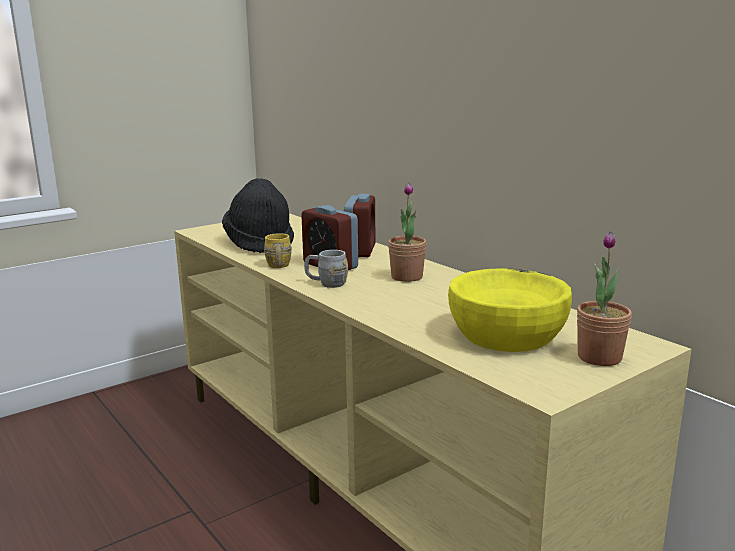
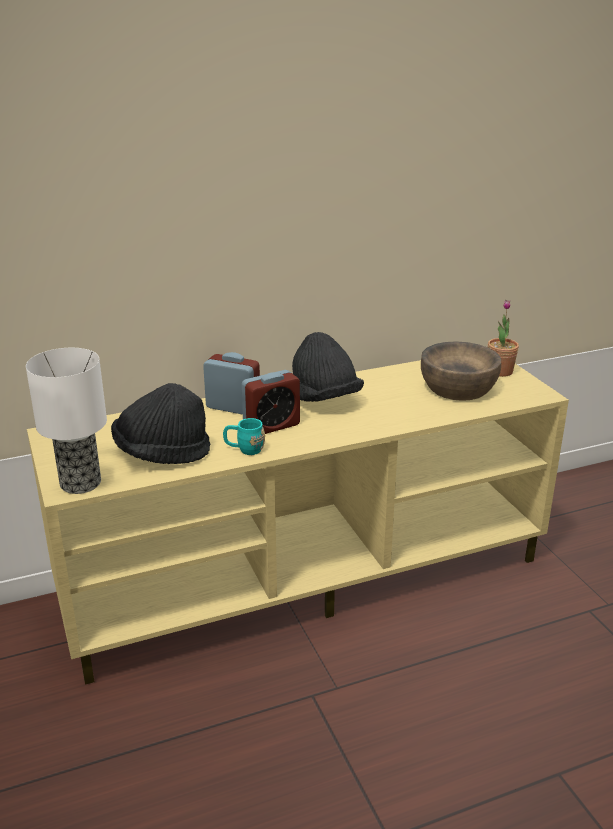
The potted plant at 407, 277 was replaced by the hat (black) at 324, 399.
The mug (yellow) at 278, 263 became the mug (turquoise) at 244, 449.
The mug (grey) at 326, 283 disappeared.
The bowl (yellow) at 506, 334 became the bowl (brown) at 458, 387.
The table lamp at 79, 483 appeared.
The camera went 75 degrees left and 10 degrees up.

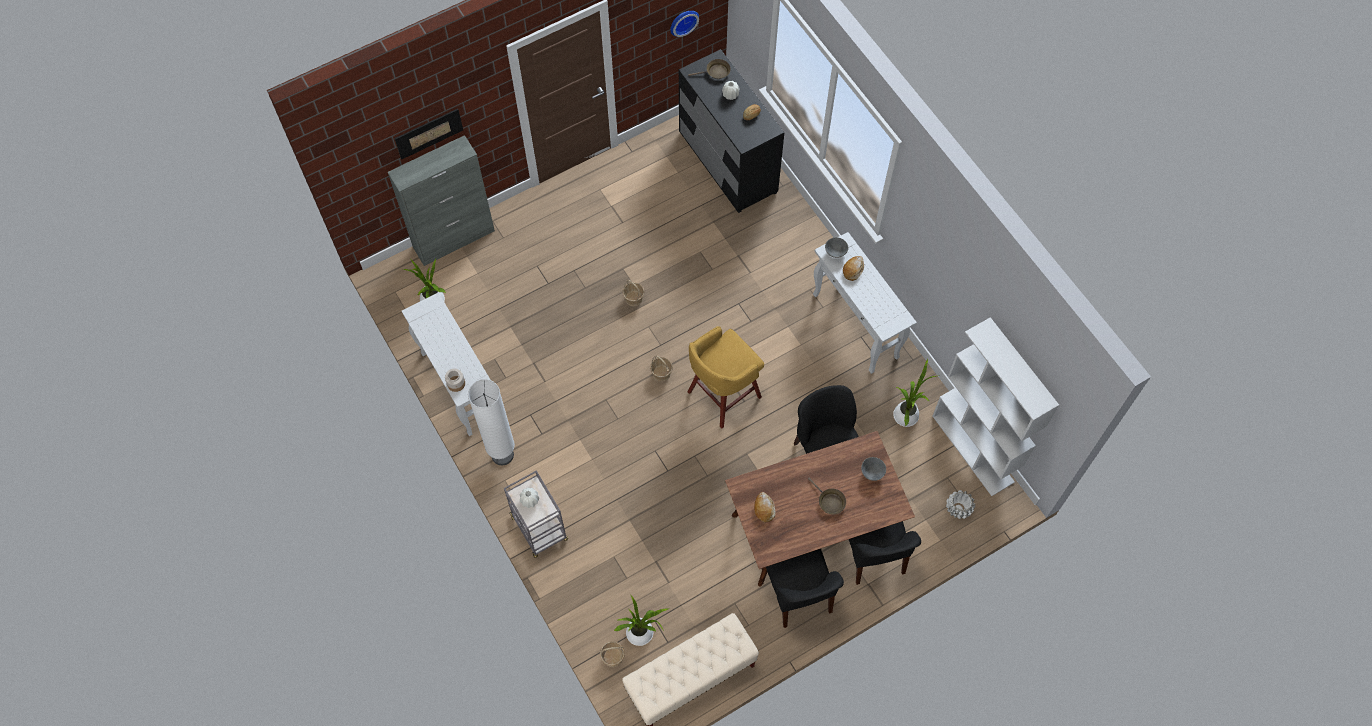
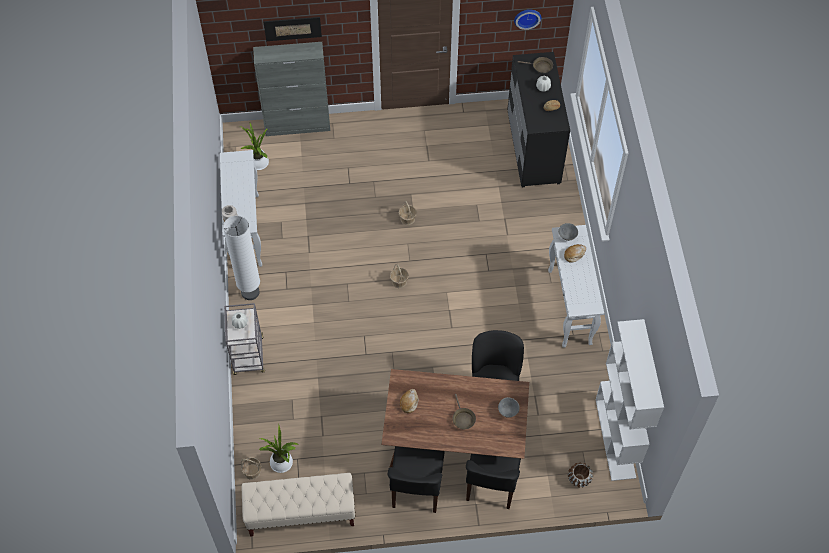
The stool (yellow) at 722, 396 disappeared.
The potted plant at 907, 414 disappeared.
The planter (white) at 958, 508 became the planter (brown) at 579, 478.
The camera went 25 degrees right and 5 degrees down.

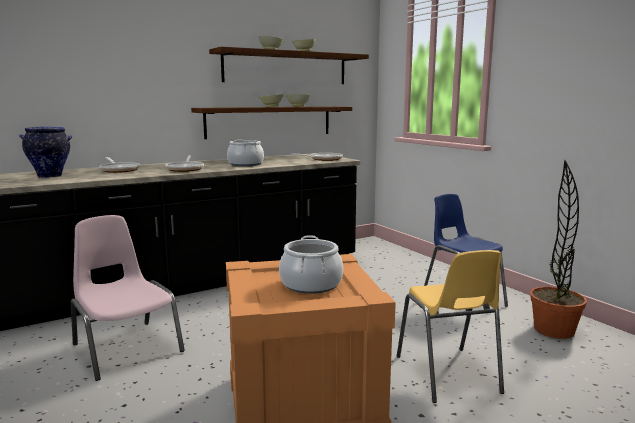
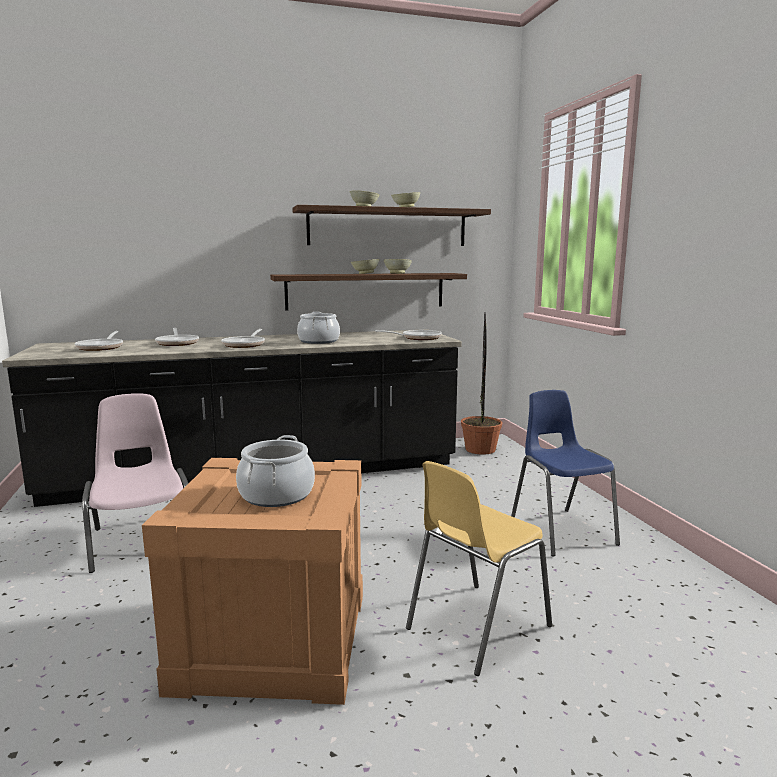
The vase at 50, 176 was replaced by the frying pan at 101, 347.
The potted plant moved from 554, 330 to 480, 449.
The chair (yellow) at 447, 375 turned 45 degrees clockwise.
The camera went 15 degrees right and 0 degrees up.

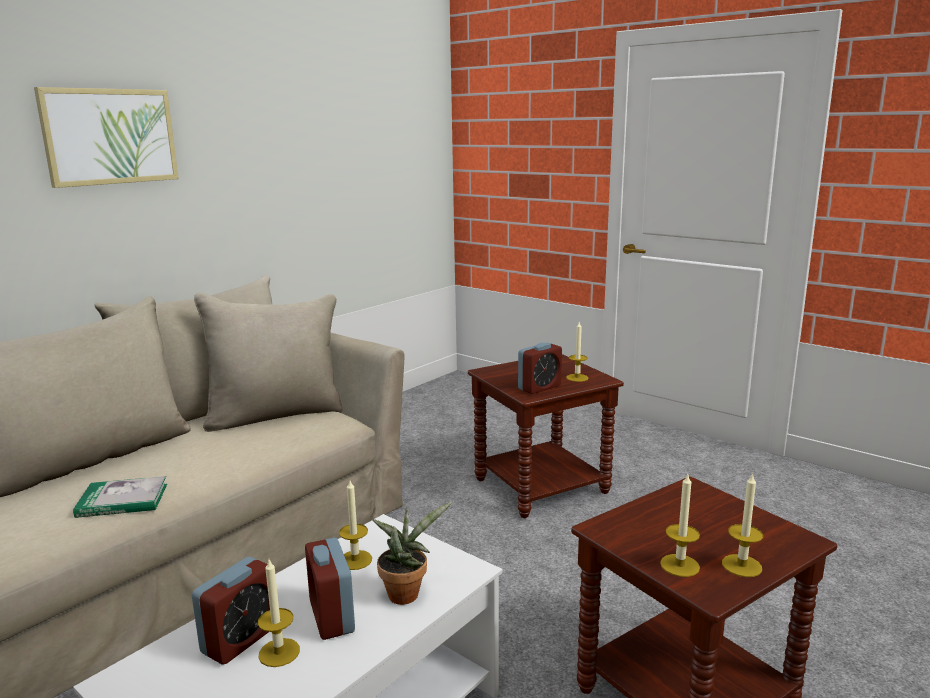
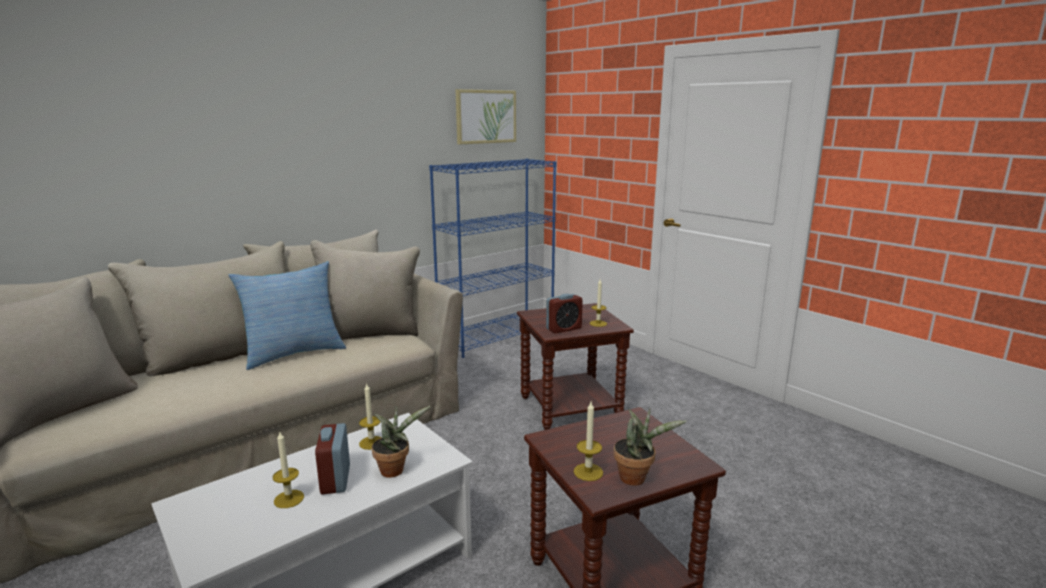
The picture moved from 110, 136 to 485, 116.
The candle at 741, 565 was replaced by the potted plant at 636, 478.
The book at 122, 500 disappeared.
The alarm clock at 240, 639 disappeared.
The bookcase (blue) at 497, 336 appeared.
The pillow at 294, 353 appeared.
The camera went 10 degrees right and 0 degrees up.

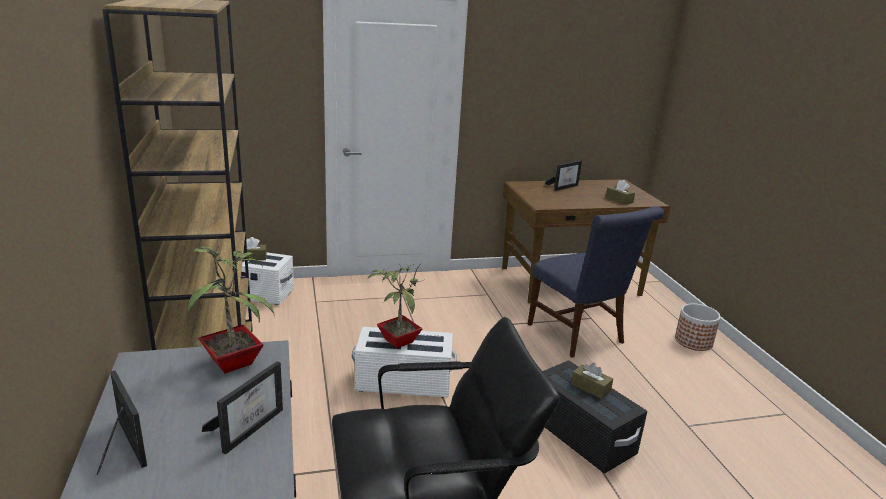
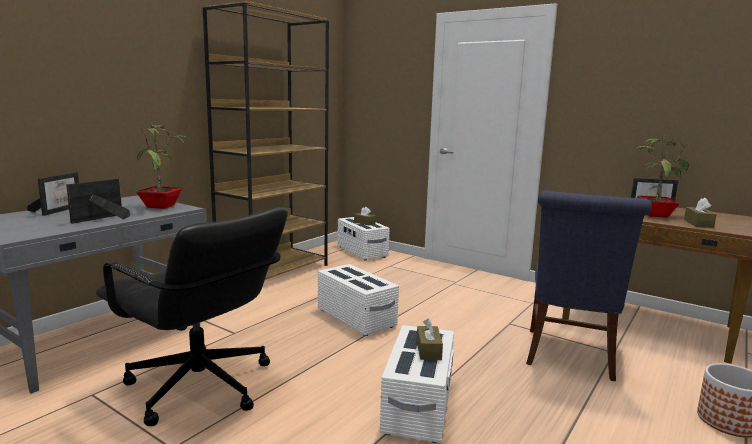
The potted plant moved from 397, 340 to 654, 215.
The storage box (black) at 581, 436 became the storage box (white) at 418, 406.
The picture frame at 249, 426 turned 135 degrees clockwise.
The camera went 50 degrees right and 10 degrees down.

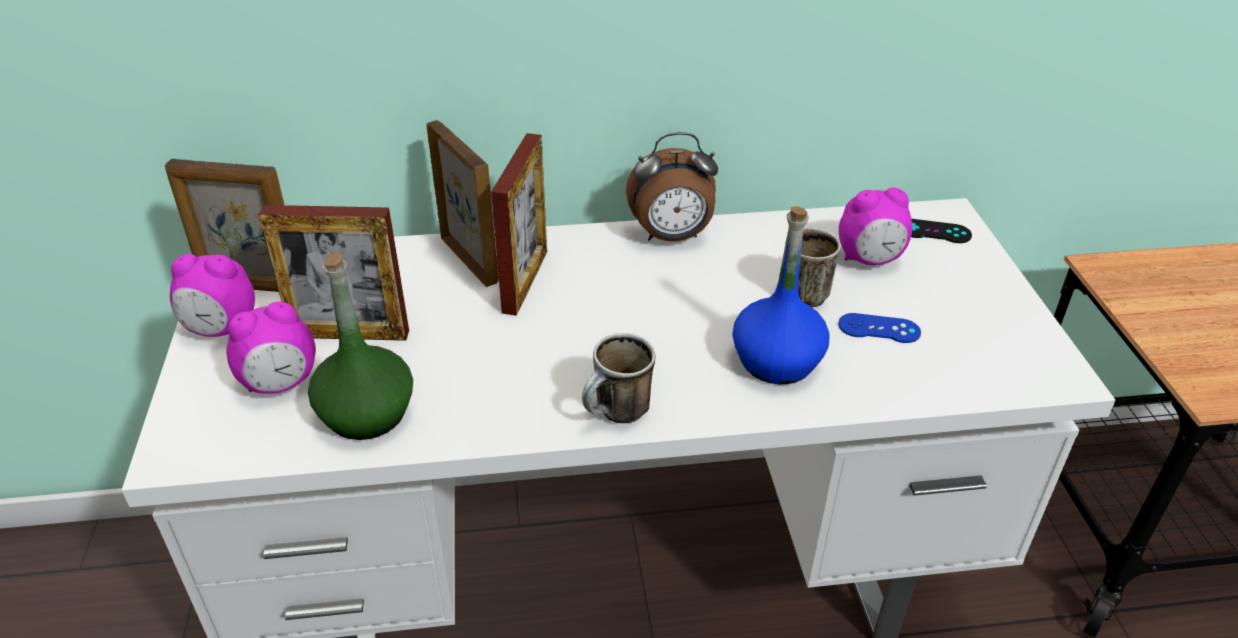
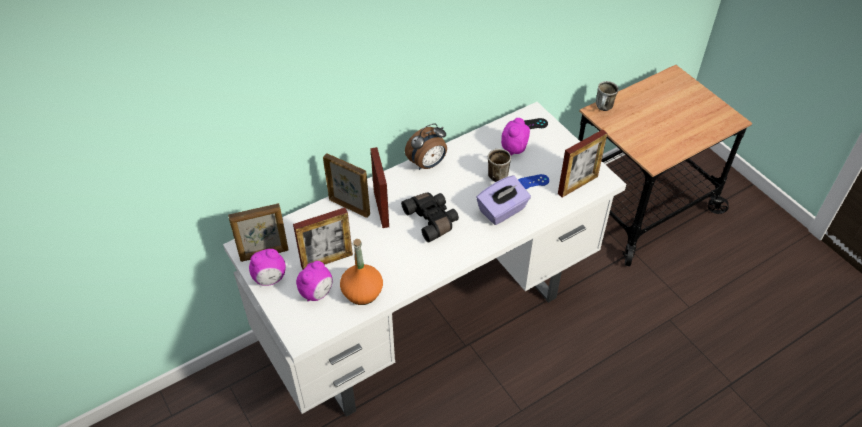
The alarm clock at 869, 259 turned 150 degrees clockwise.
The bottle (blue) at 777, 361 was replaced by the tissue box (purple) at 502, 211.
The bottle (green) at 366, 414 became the bottle (orange) at 362, 292.
The mug moved from 618, 415 to 604, 109.
The picture frame at 577, 185 appeared.
The binoculars (black) at 432, 220 appeared.
The camera went 25 degrees left and 10 degrees up.

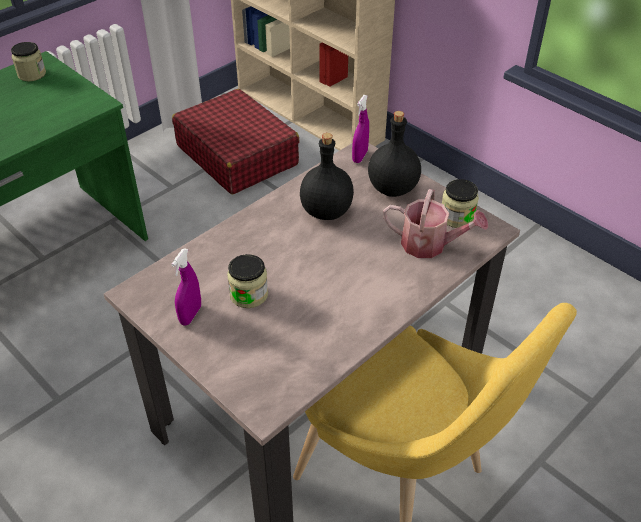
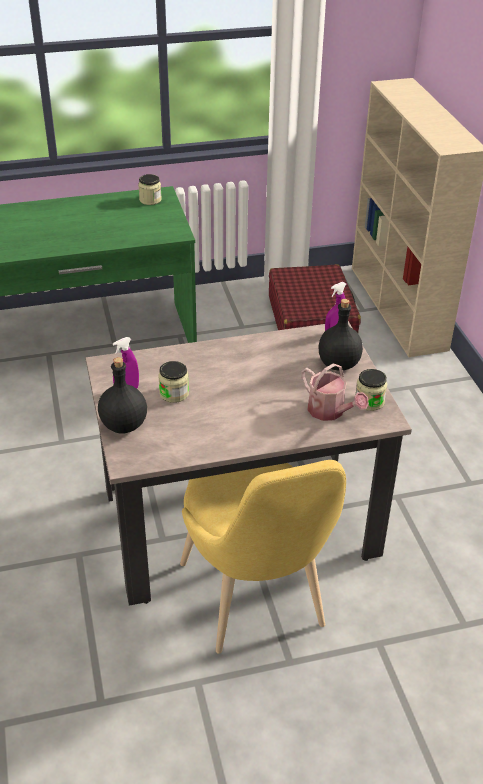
The bottle (black) moved from 327, 211 to 125, 425.
The camera went 30 degrees right and 5 degrees down.

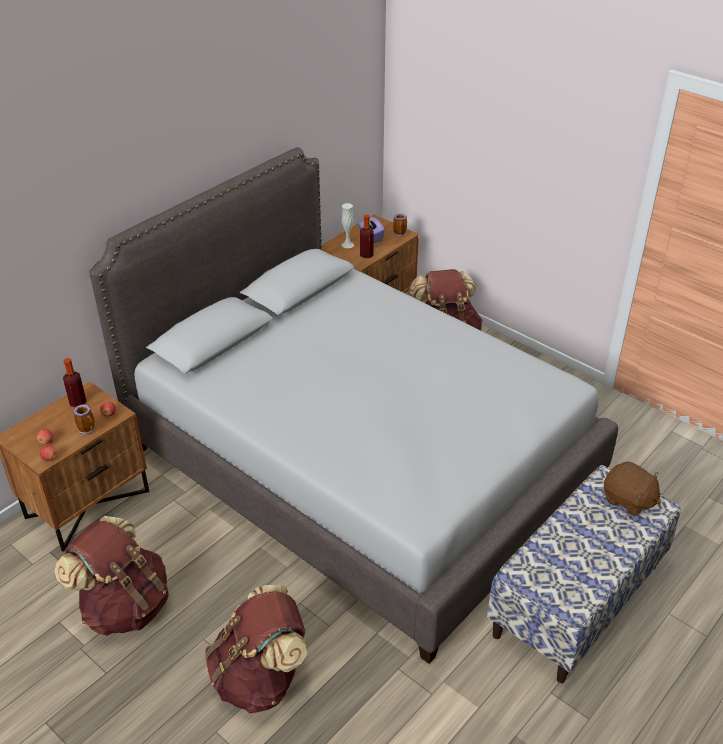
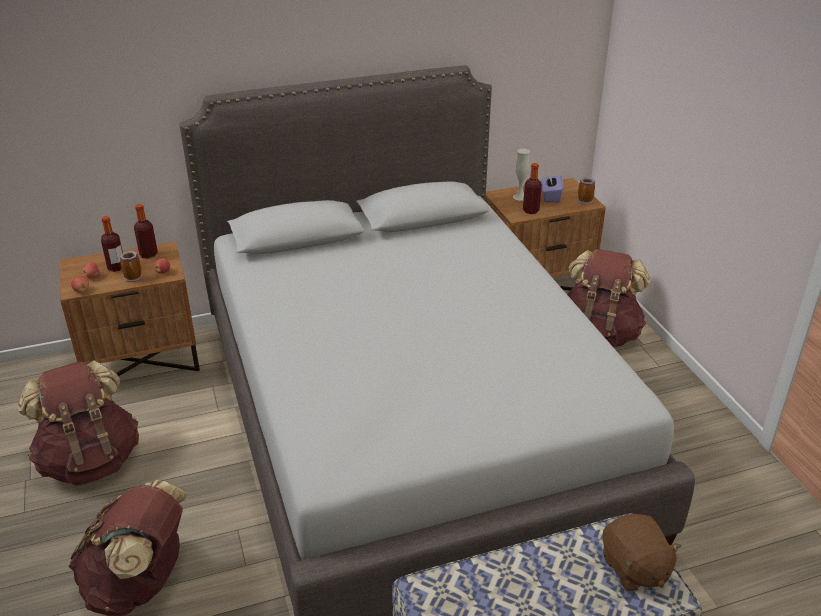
The bottle at 116, 267 appeared.
The camera went 30 degrees right and 5 degrees down.

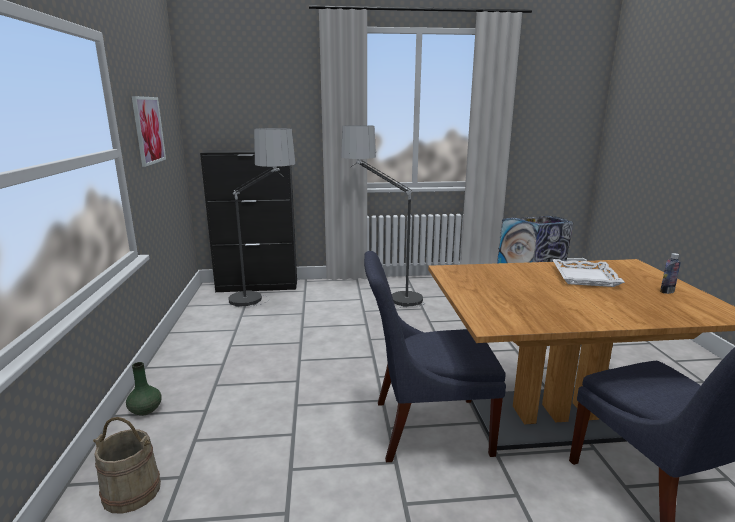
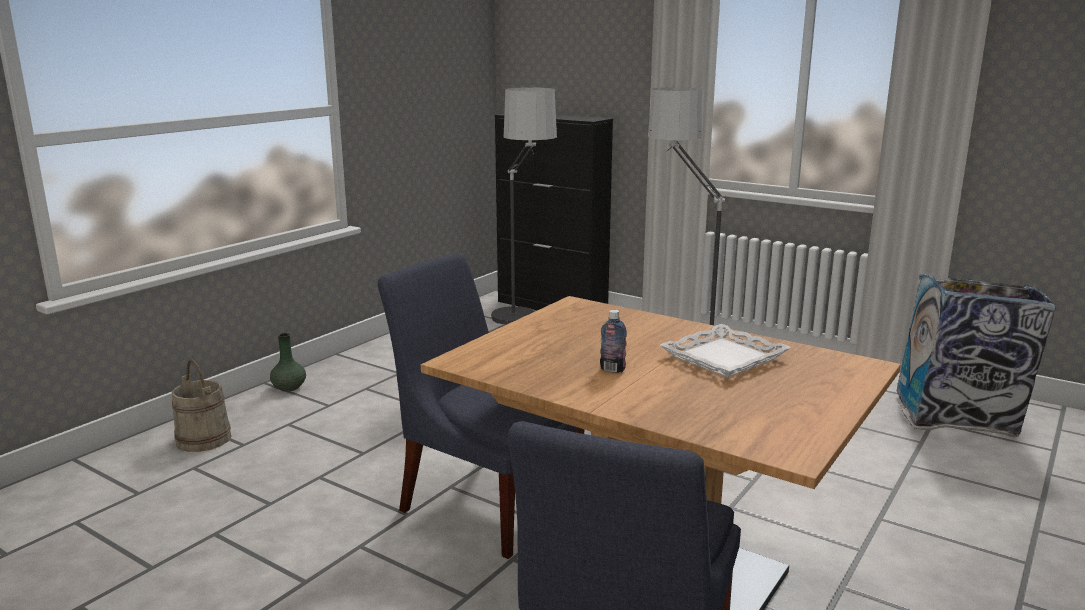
The picture at 148, 130 disappeared.
The bottle moved from 667, 291 to 612, 369.
The camera went 40 degrees right and 0 degrees up.

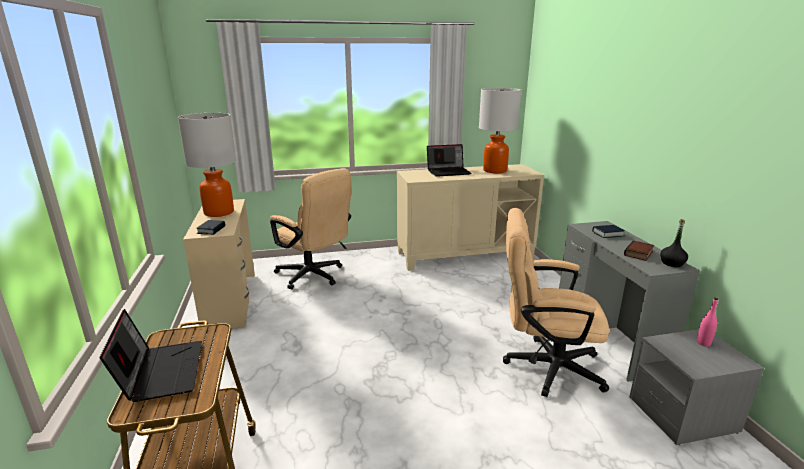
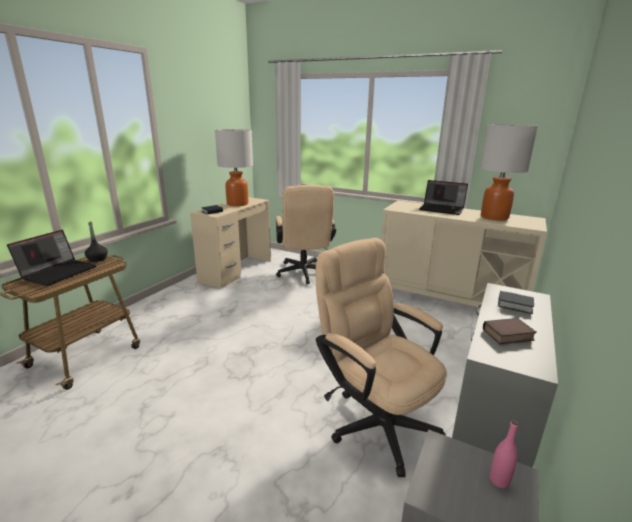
The bottle (black) moved from 672, 263 to 97, 259.
The camera went 40 degrees right and 0 degrees up.

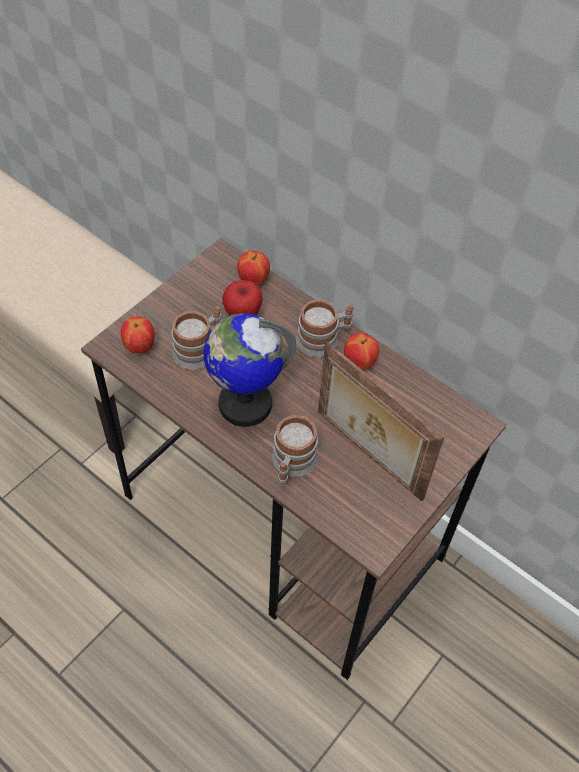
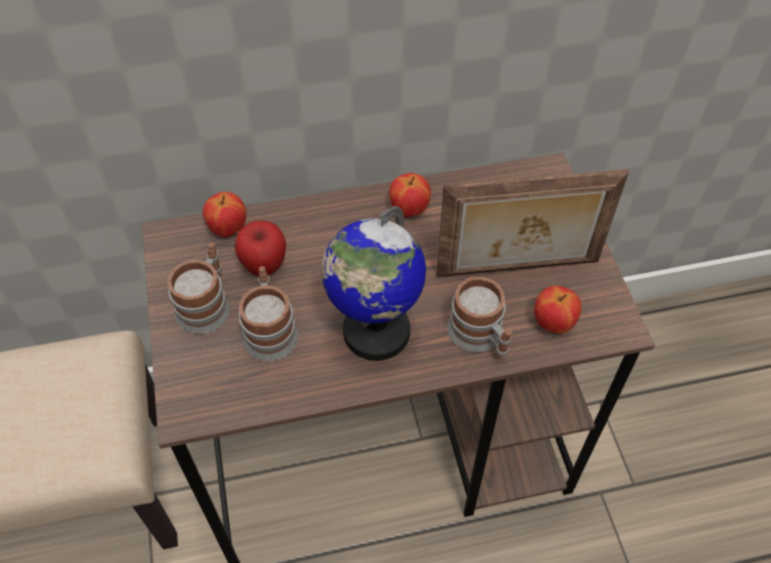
The mug moved from 323, 339 to 207, 304.
The apple moved from 139, 347 to 553, 324.
The camera went 50 degrees left and 0 degrees up.

